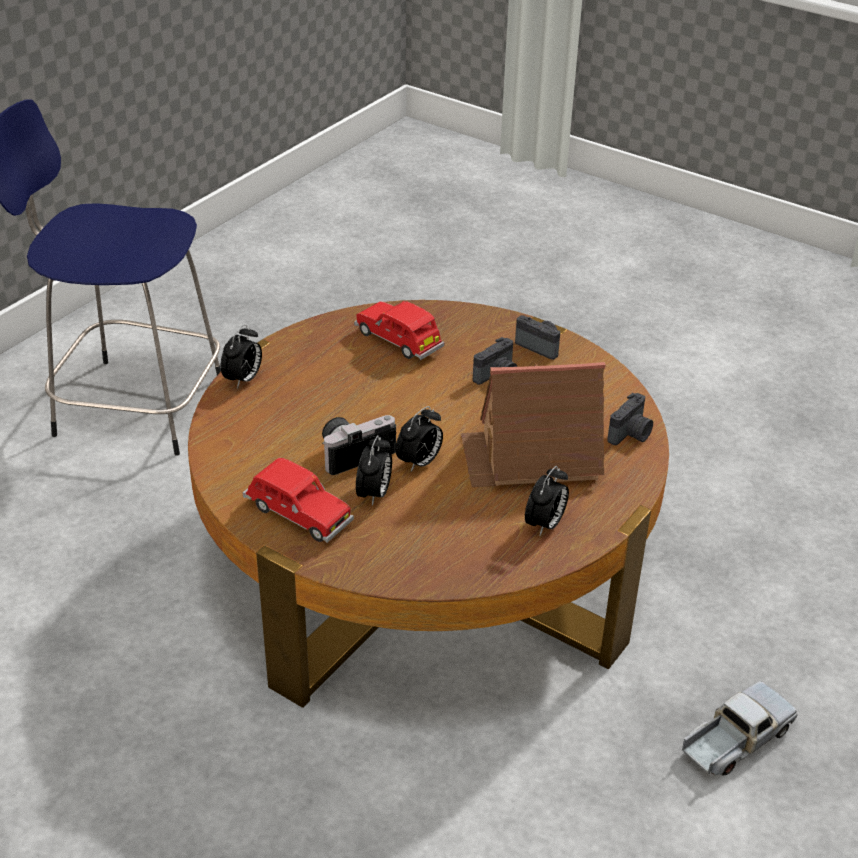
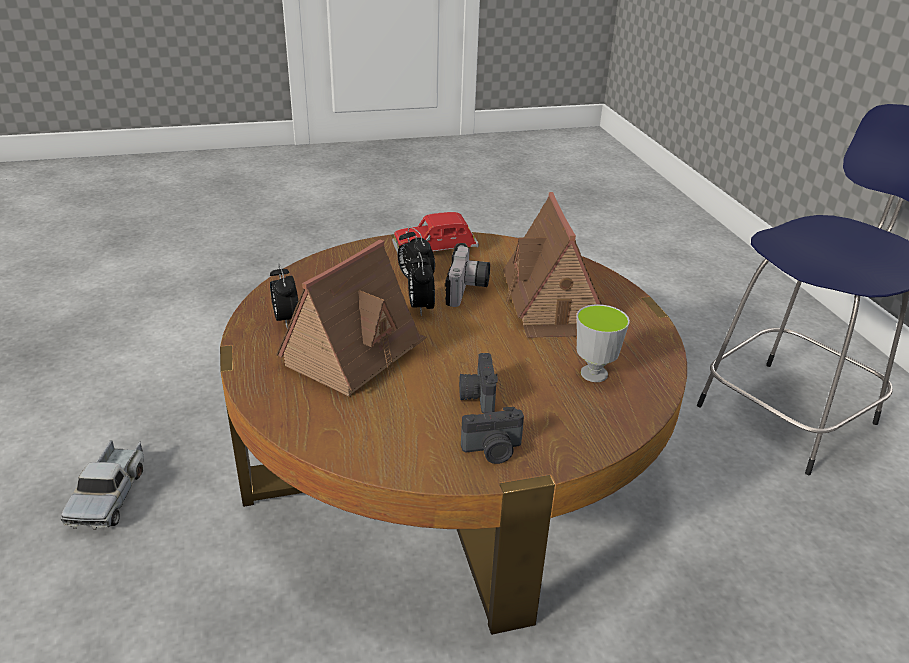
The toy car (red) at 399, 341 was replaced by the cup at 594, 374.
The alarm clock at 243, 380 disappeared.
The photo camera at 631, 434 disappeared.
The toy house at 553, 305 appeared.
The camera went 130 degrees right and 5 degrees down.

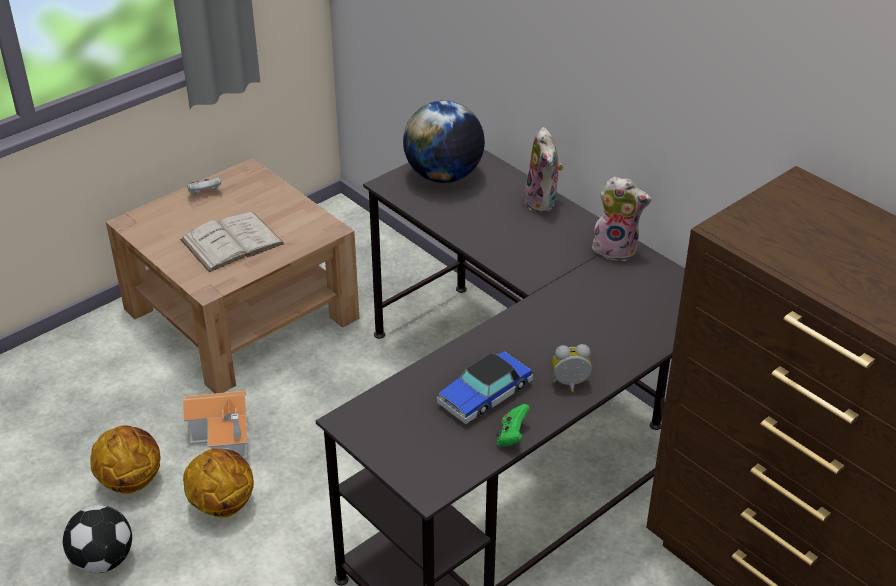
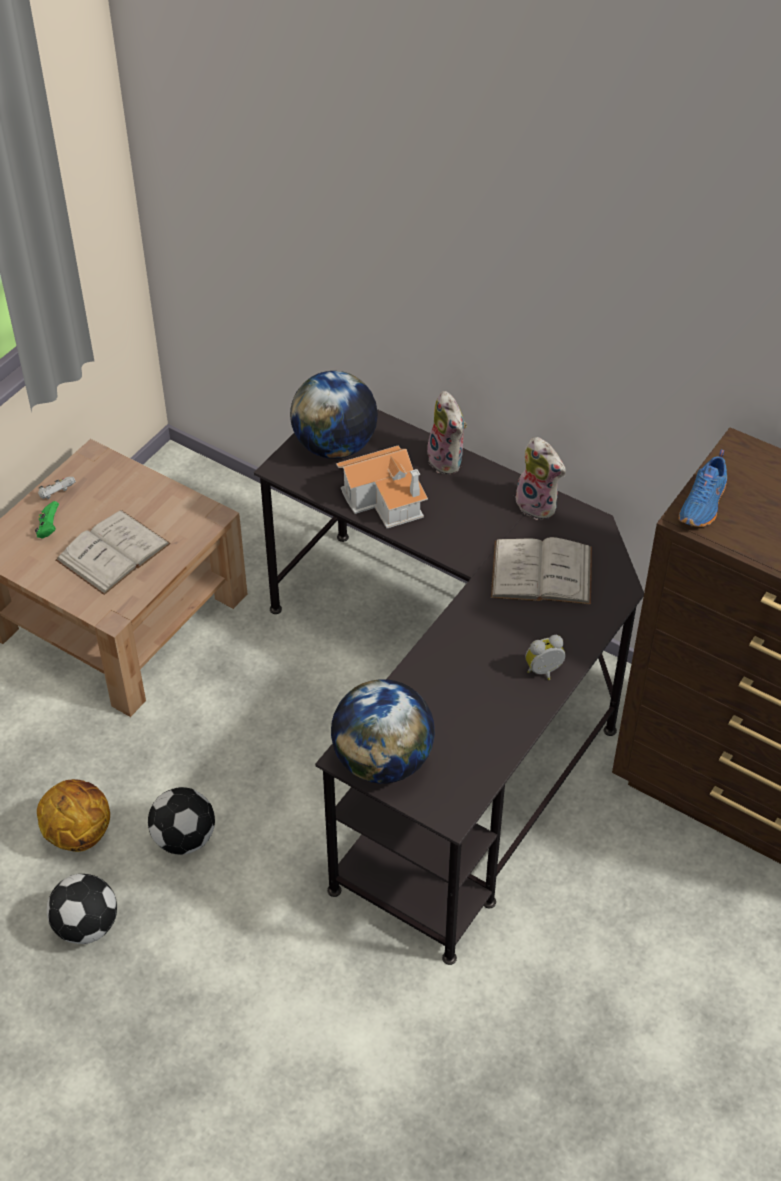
The plush toy at 616, 249 turned 45 degrees clockwise.
The toy car at 485, 394 disappeared.
The toy house moved from 224, 437 to 386, 499.
The game controller (green) moved from 512, 436 to 49, 528.
The basketball at 222, 504 was replaced by the football at 184, 837.
The shoe (blue) at 704, 504 appeared.
The book (white) at 541, 572 appeared.
The globe at 383, 761 appeared.
The camera went 15 degrees left and 10 degrees up.

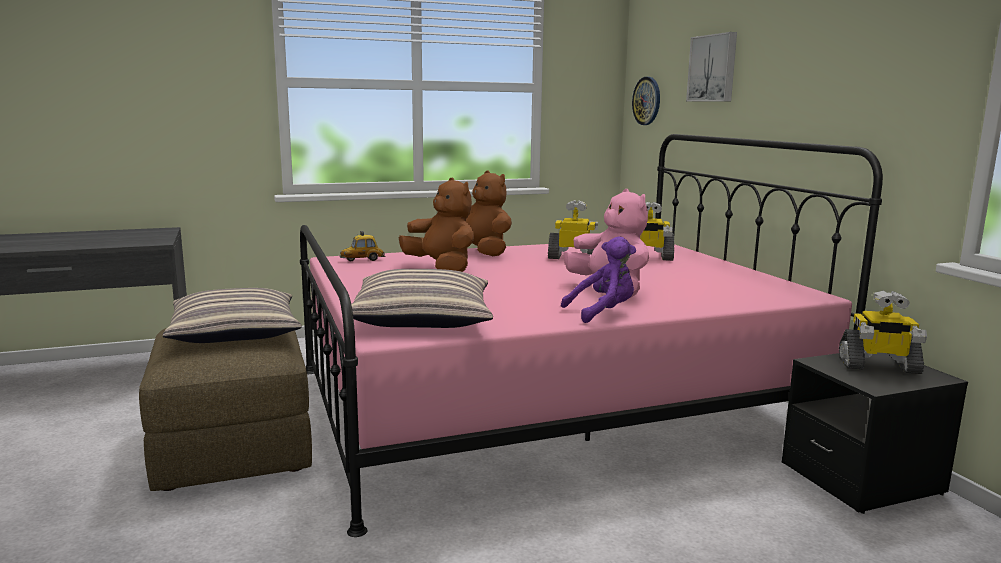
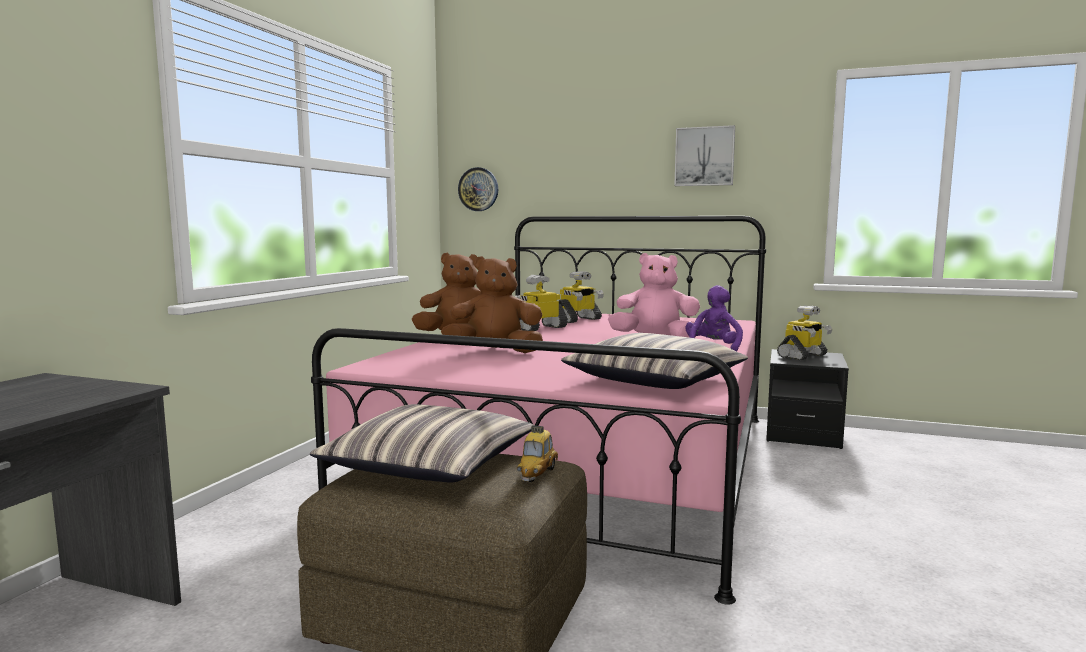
The picture moved from 713, 68 to 704, 156.
The toy car moved from 362, 260 to 537, 474.
The camera went 50 degrees left and 5 degrees down.

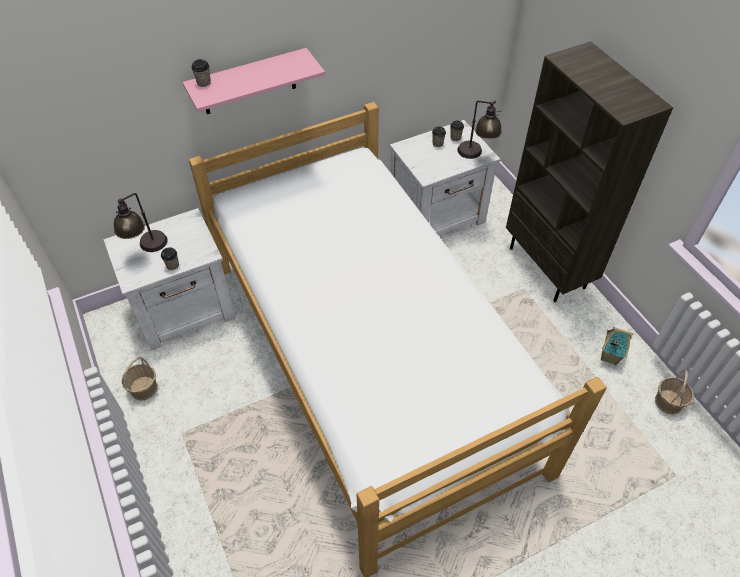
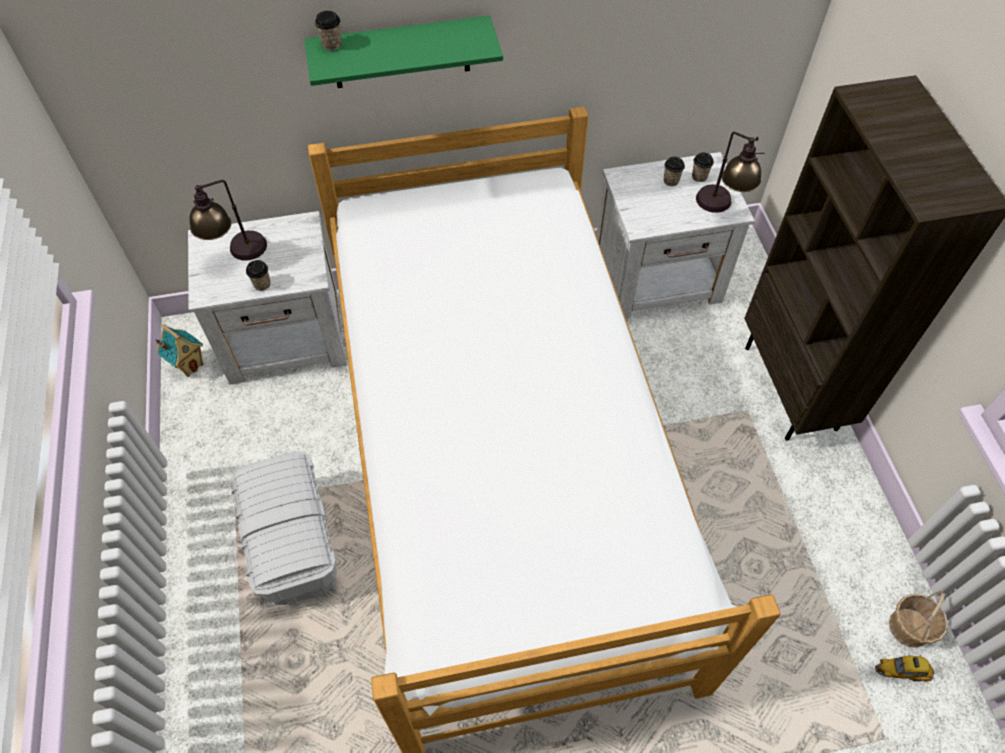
The shelf (pink) at 249, 82 became the shelf (green) at 401, 53.
The toy house moved from 609, 356 to 189, 365.
The basket at 144, 388 disappeared.
The storage box (white) at 292, 541 appeared.
The toy car at 901, 671 appeared.
The camera went 15 degrees right and 5 degrees up.

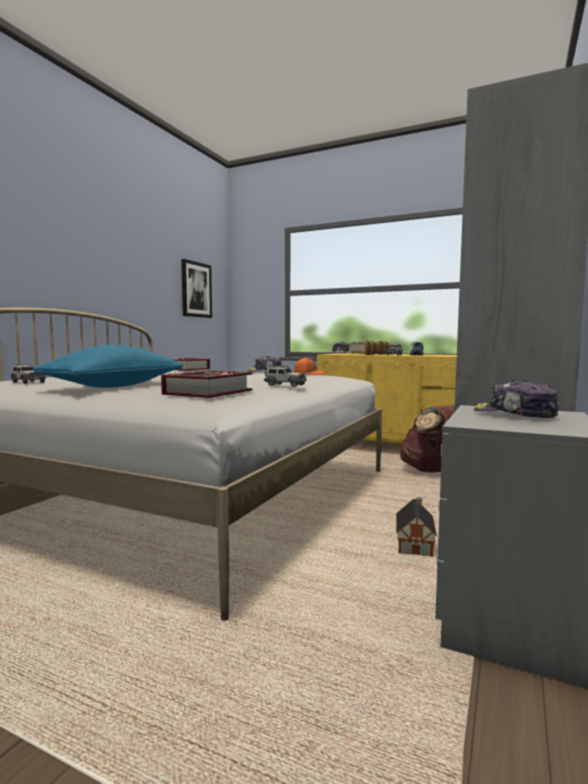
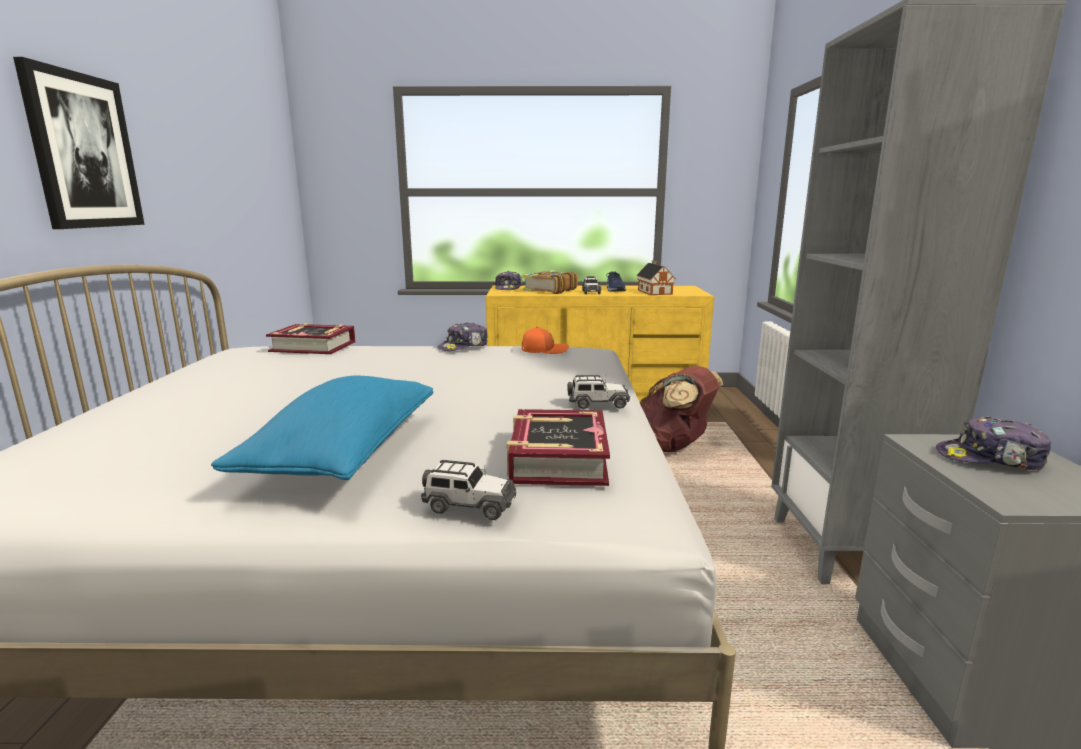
The picture moved from 196, 290 to 83, 151.
The toy car moved from 27, 382 to 469, 505.
The toy house moved from 415, 544 to 654, 292.
The camera went 25 degrees left and 10 degrees up.

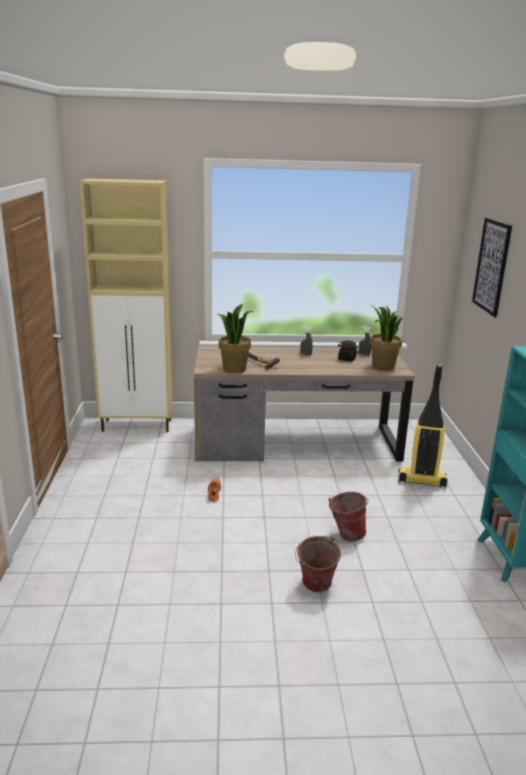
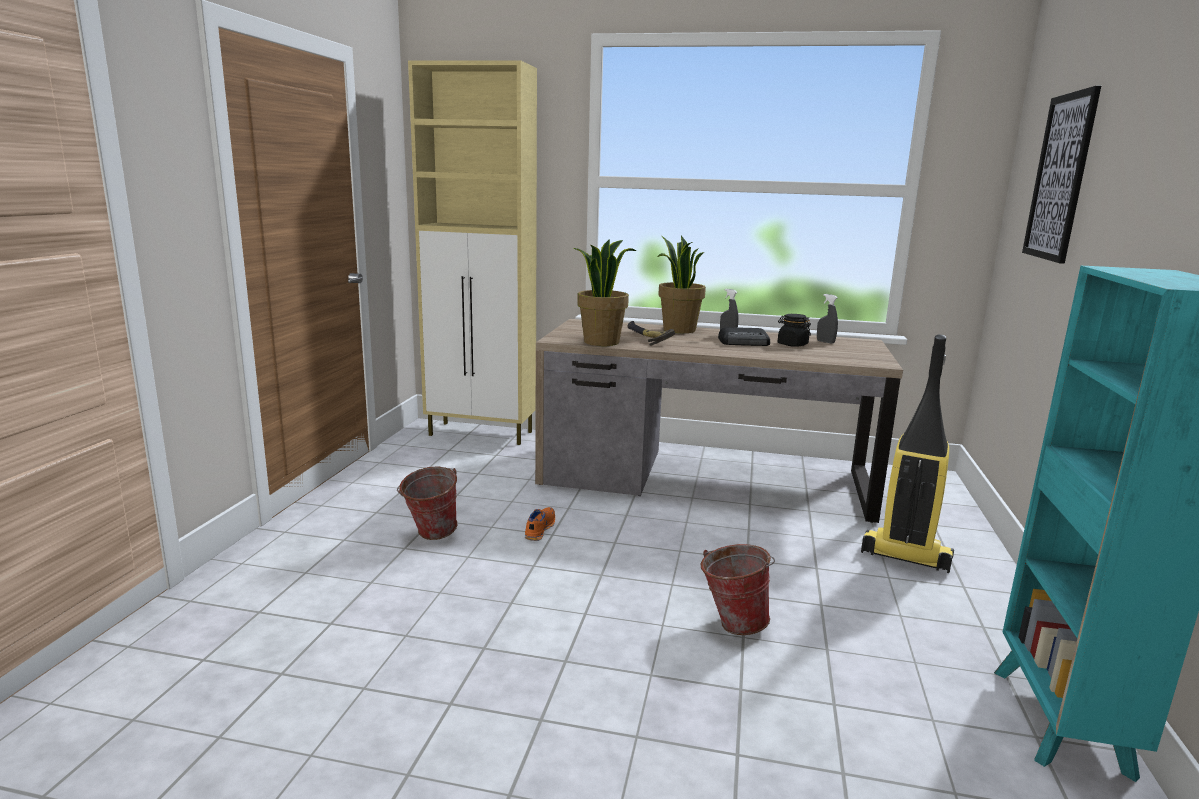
The potted plant moved from 382, 367 to 678, 330.
The bucket moved from 315, 587 to 430, 535.
The radio at 744, 342 appeared.
The camera went 15 degrees right and 5 degrees down.

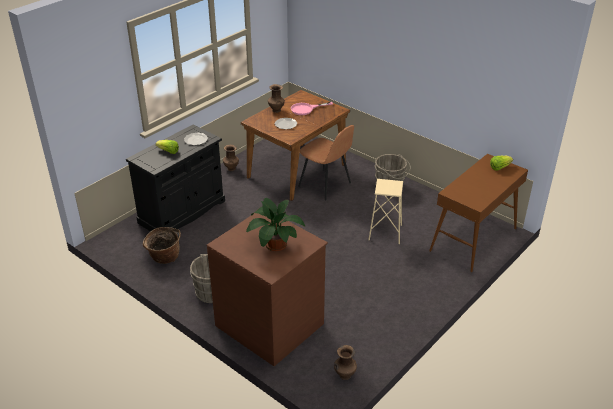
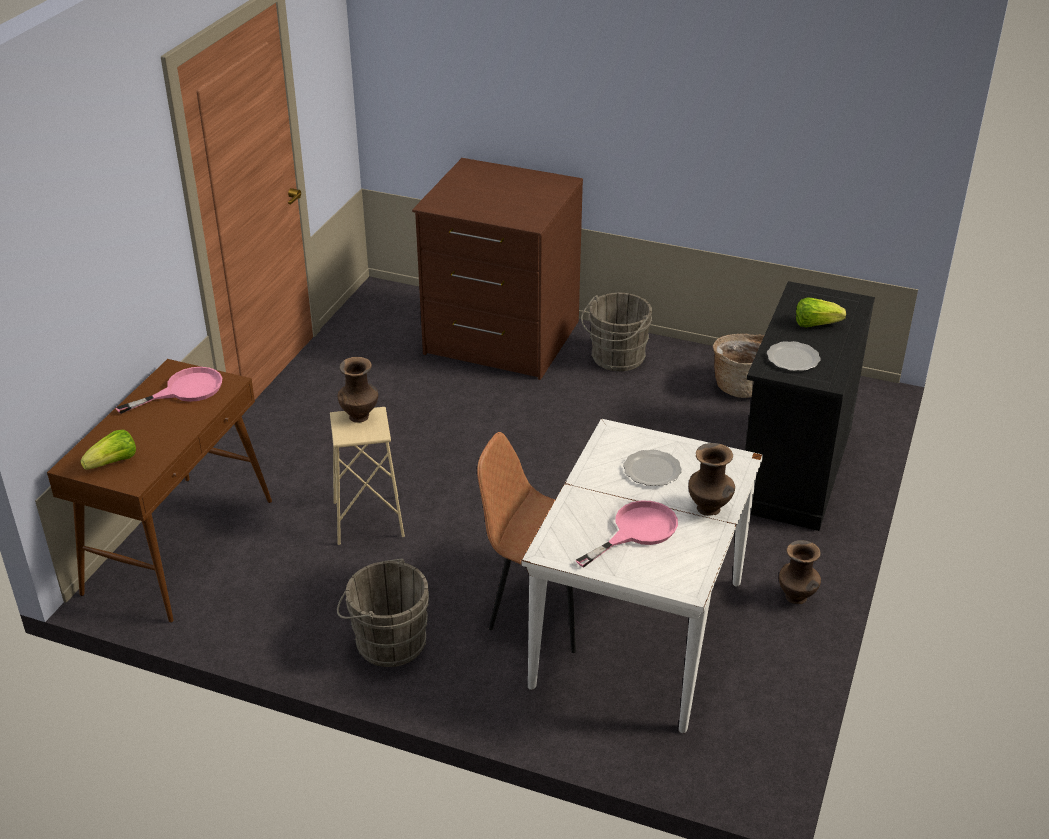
The dining table (brown) at 296, 171 became the dining table (white) at 639, 630.
The potted plant at 274, 244 disappeared.
The vase (brown) moved from 344, 375 to 360, 416.
The frying pan (pink) at 184, 390 appeared.
The camera went 160 degrees right and 0 degrees up.

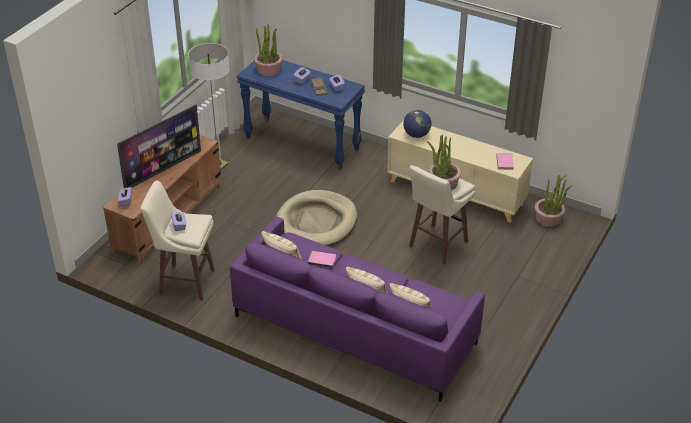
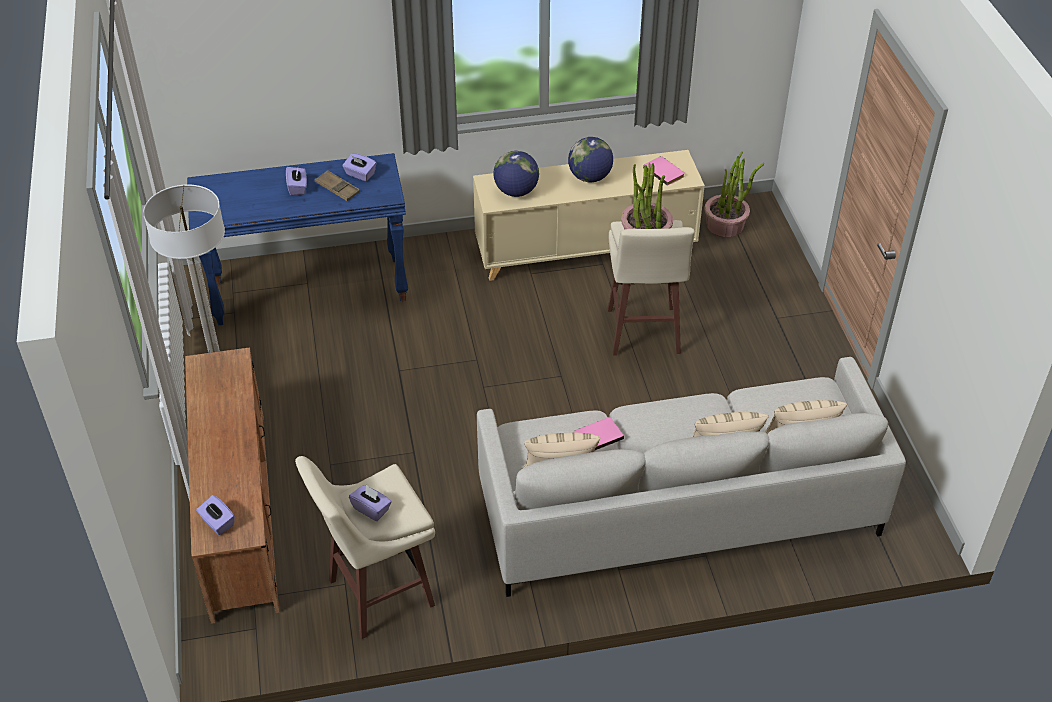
The potted plant at 268, 69 disappeared.
The television at 162, 170 disappeared.
The dog bed (beige) at 316, 222 disappeared.
The sofa (purple) at 355, 329 became the sofa (grey) at 678, 509.
The globe at 590, 177 appeared.
The camera went 40 degrees left and 5 degrees up.

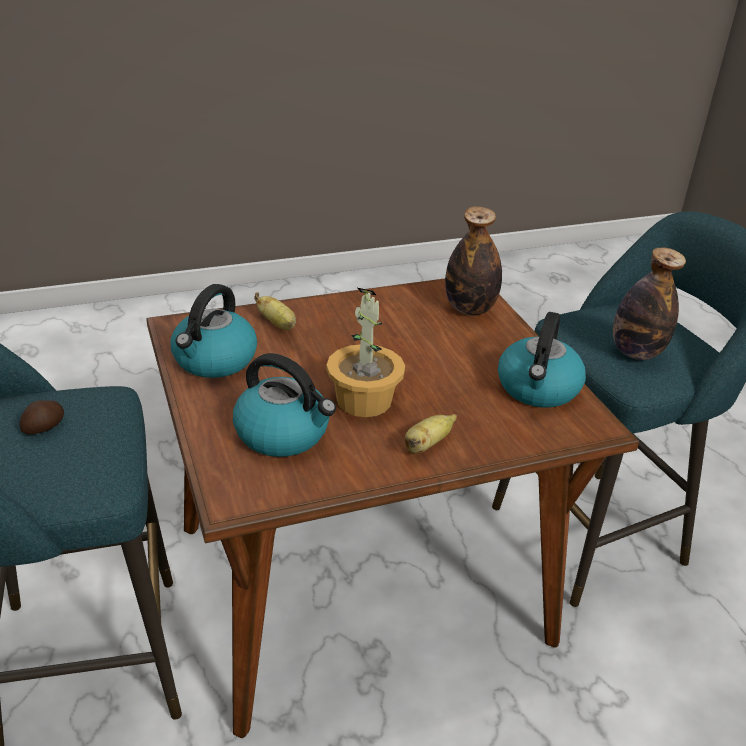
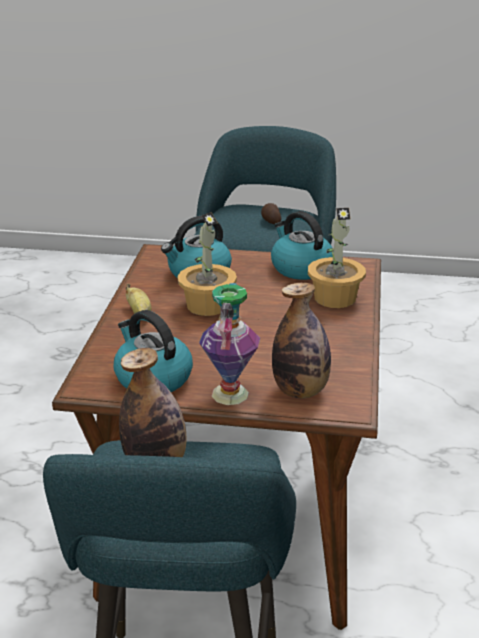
The banana at 278, 324 was replaced by the potted plant at 334, 298.
The vase at 229, 393 appeared.
The camera went 120 degrees right and 5 degrees down.

